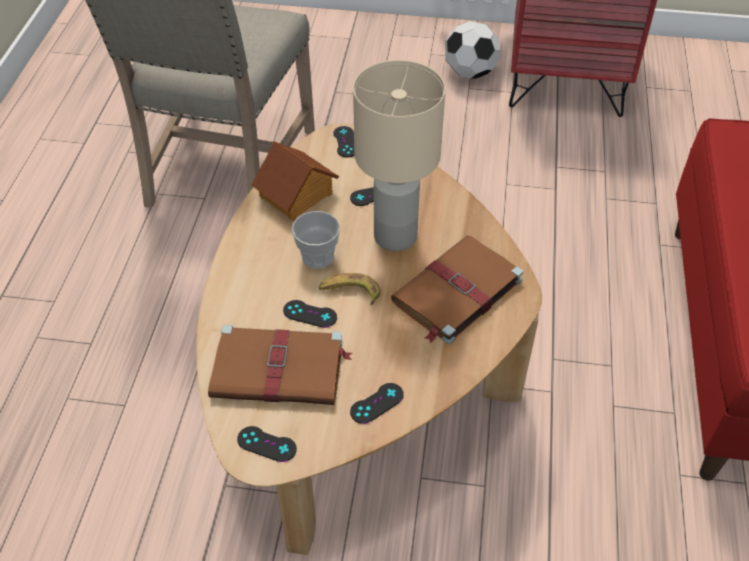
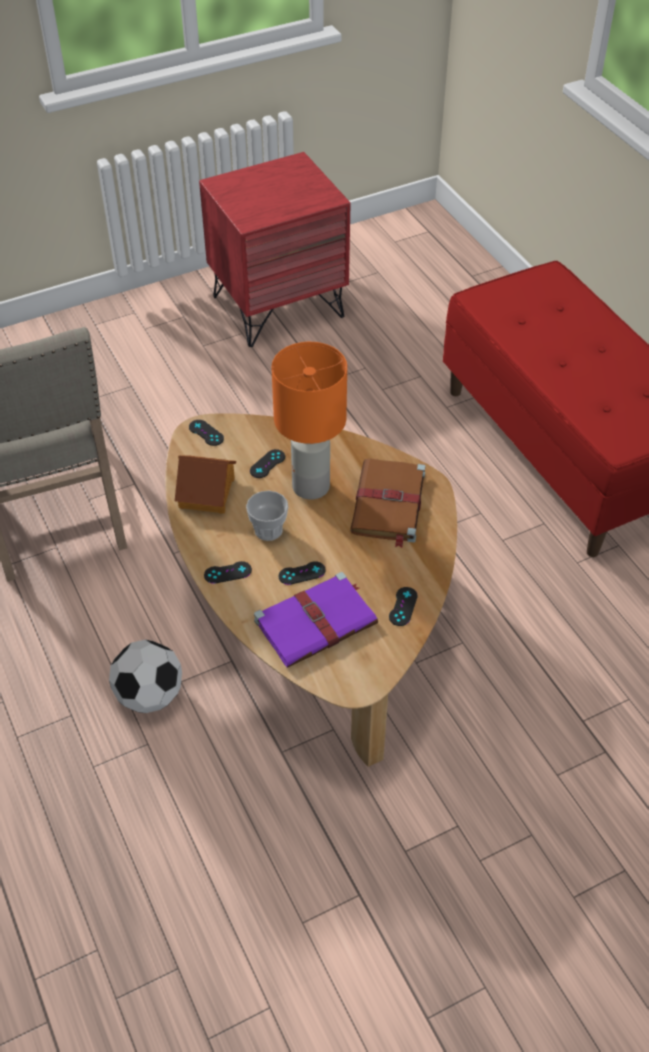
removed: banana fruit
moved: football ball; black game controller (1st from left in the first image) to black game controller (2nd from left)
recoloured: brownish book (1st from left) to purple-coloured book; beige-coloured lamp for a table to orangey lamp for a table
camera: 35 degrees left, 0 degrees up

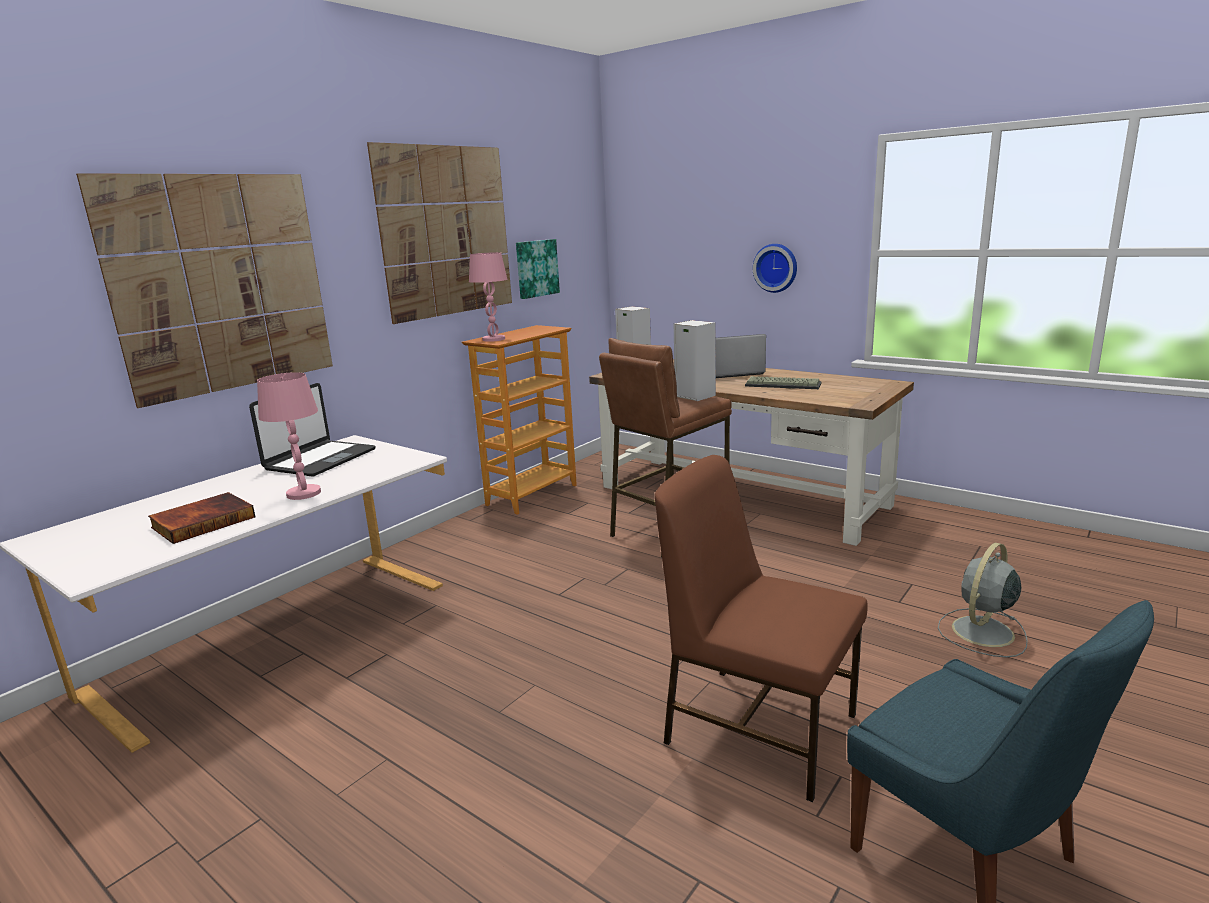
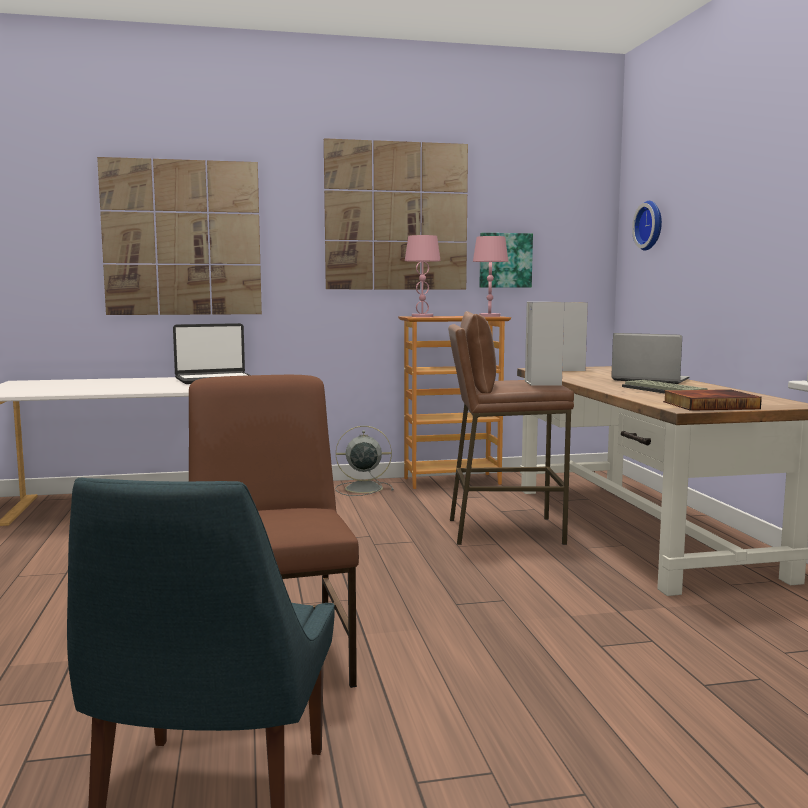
moved: gray electric fan; pink-coloured lamp for a table (1st from left in the first image) to pink-coloured lamp for a table (2nd from left); wall clock; book
camera: 40 degrees right, 10 degrees down

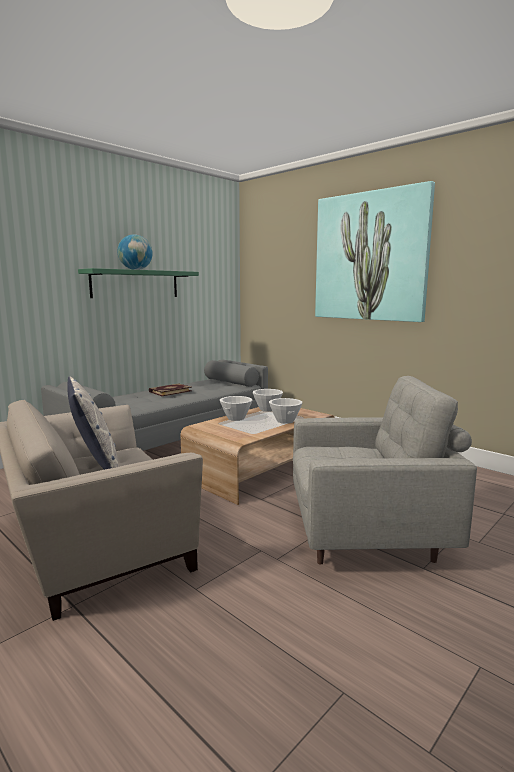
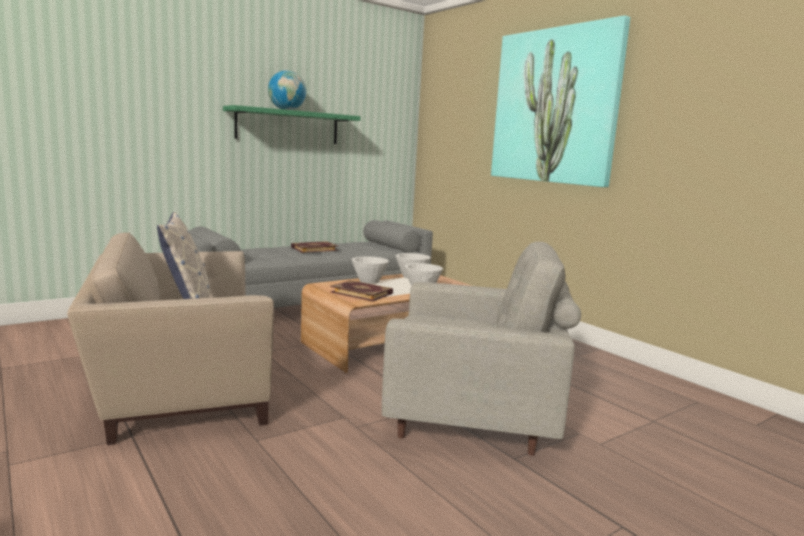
added: book (2nd from left)
camera: 10 degrees right, 0 degrees up

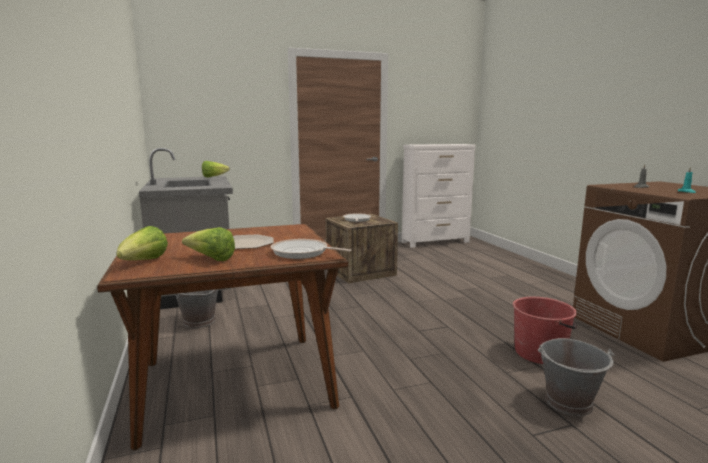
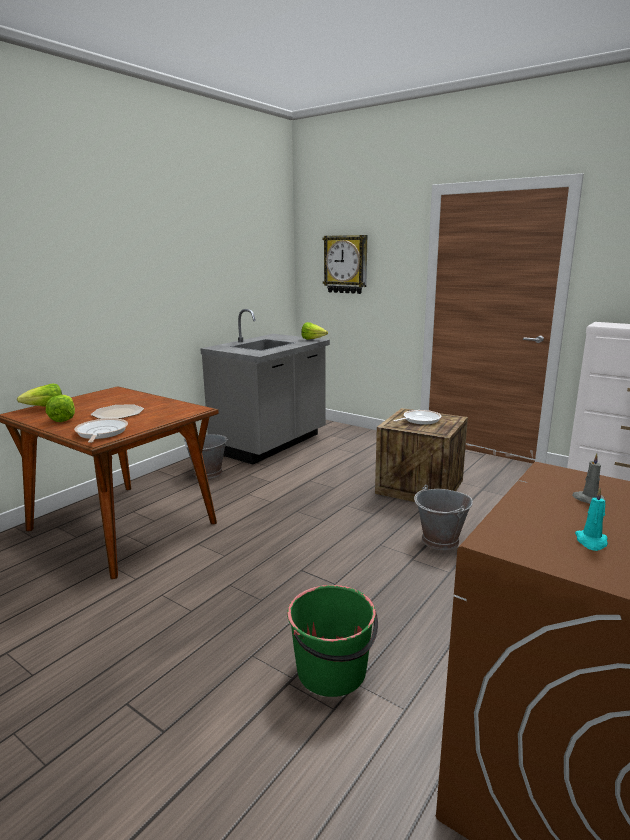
added: wall clock
moved: gray water bucket (2nd from left)
recoloured: red water bucket to green-coloured water bucket
camera: 55 degrees right, 5 degrees up

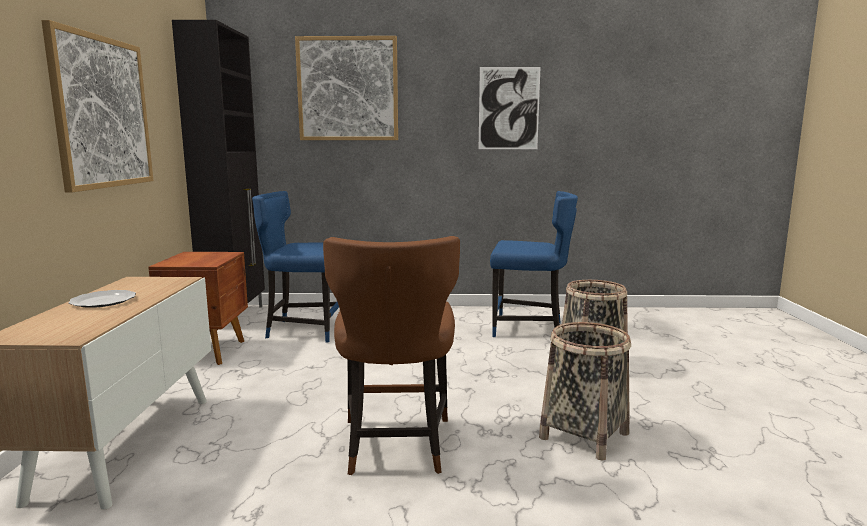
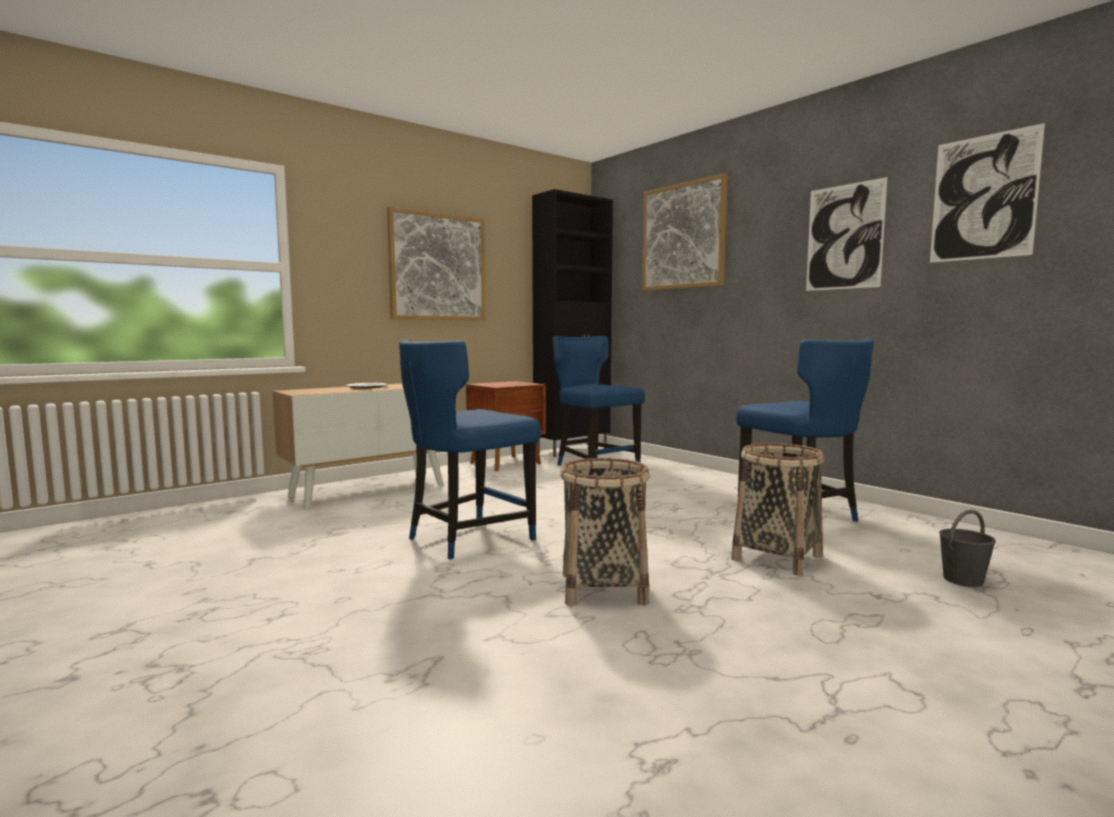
added: wall picture (4th from left); gray water bucket
recoloured: brownish plain chair to bluish plain chair (1st from left)
camera: 50 degrees right, 5 degrees down

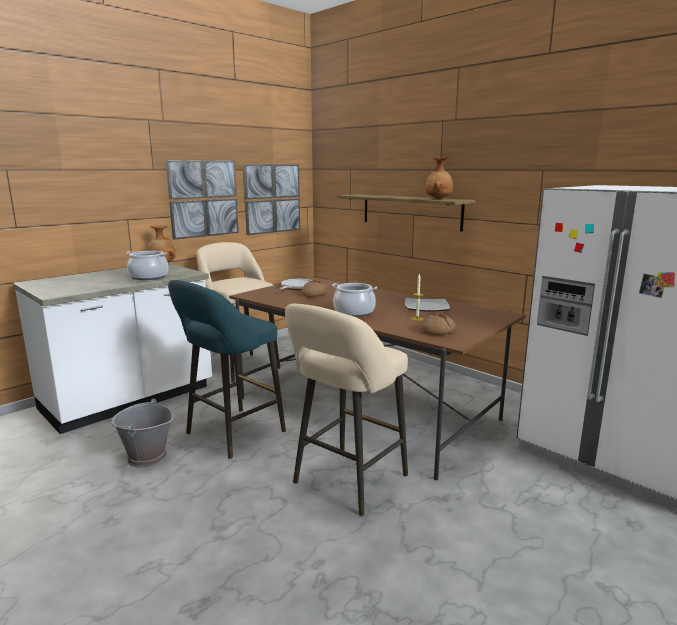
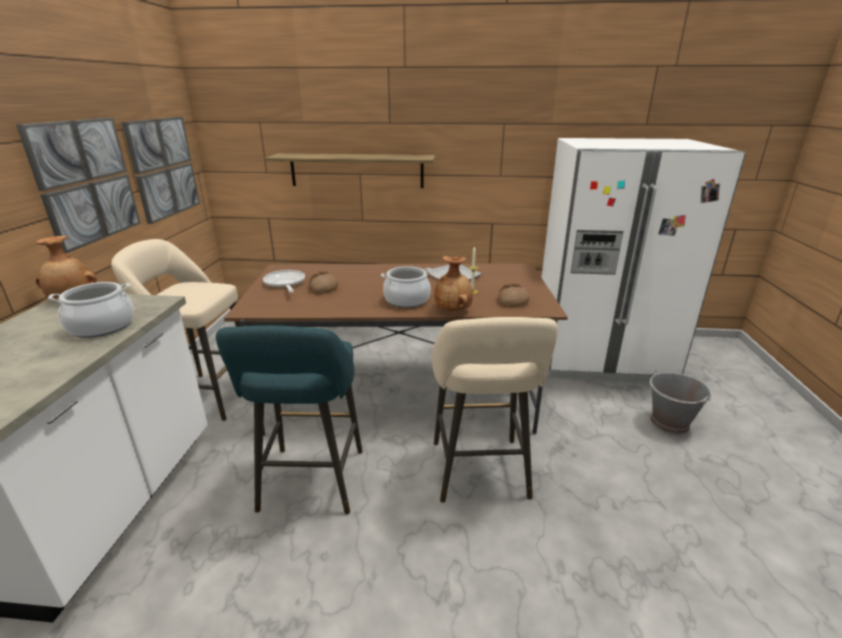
moved: brownish decorative vase (2nd from left); gray water bucket
camera: 40 degrees left, 10 degrees up

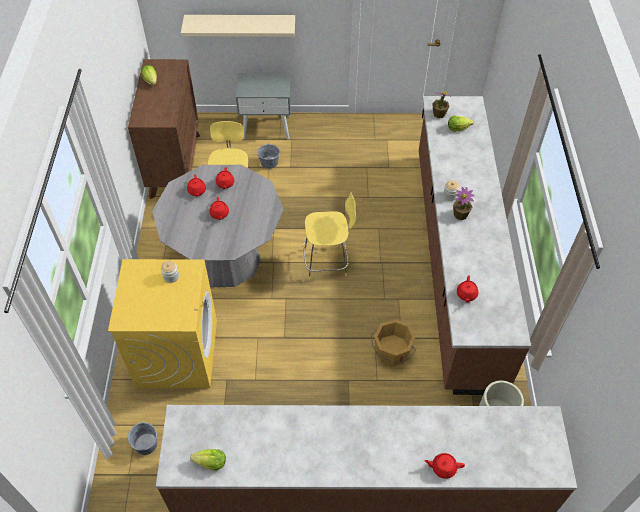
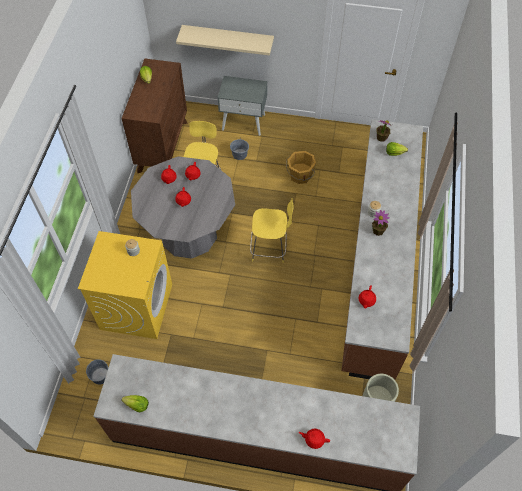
moved: orangey water bucket
camera: 10 degrees right, 5 degrees up

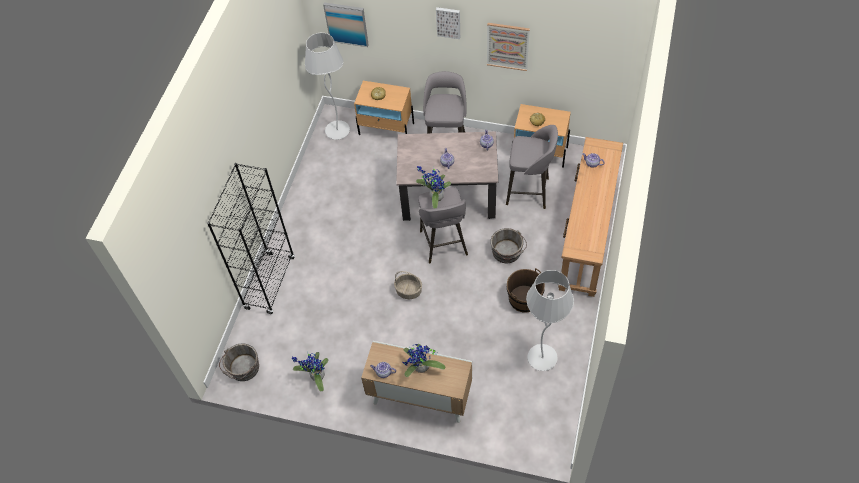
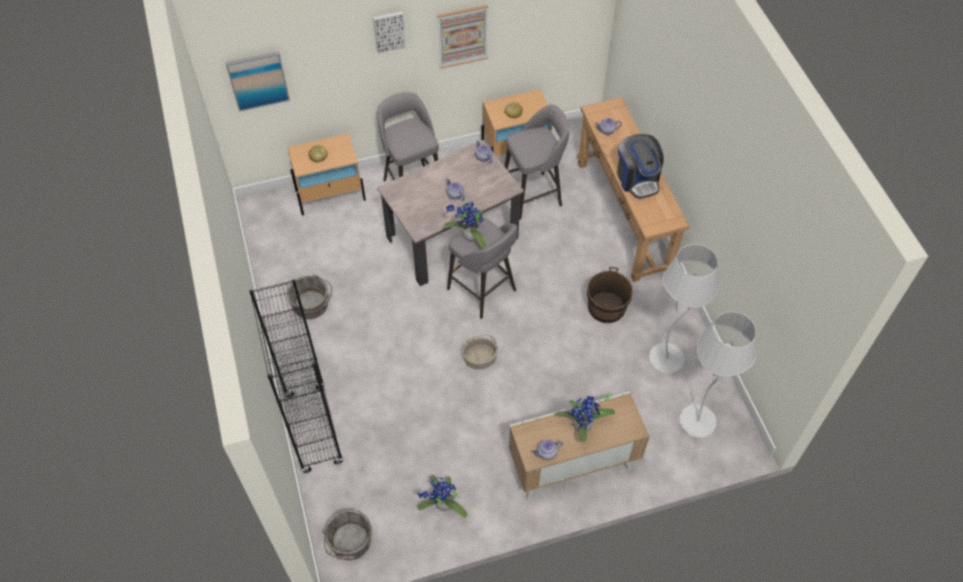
added: coffee brewer
moved: gray water bucket (2nd from left in the first image) to gray water bucket (1st from left); white-coloured standard lamp (1st from left in the first image) to white-coloured standard lamp (2nd from left)
camera: 35 degrees left, 0 degrees up

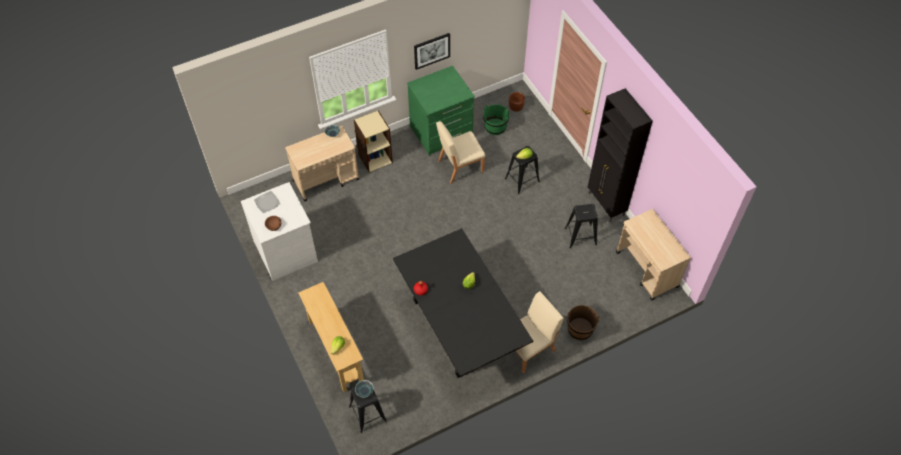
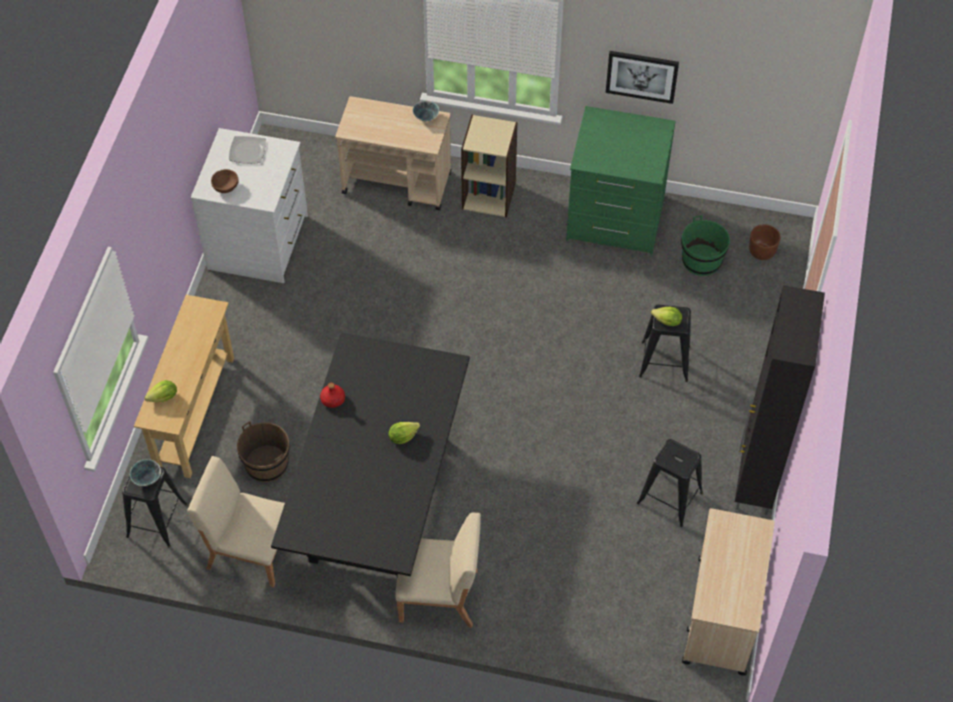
moved: beige-coloured plain chair (1st from left); brownish water bucket
camera: 40 degrees right, 0 degrees up

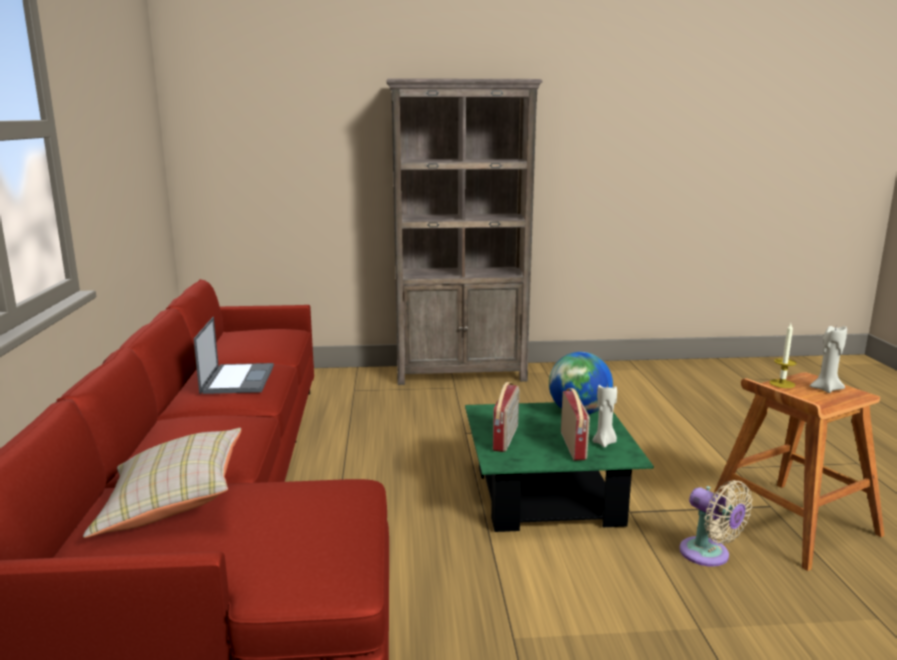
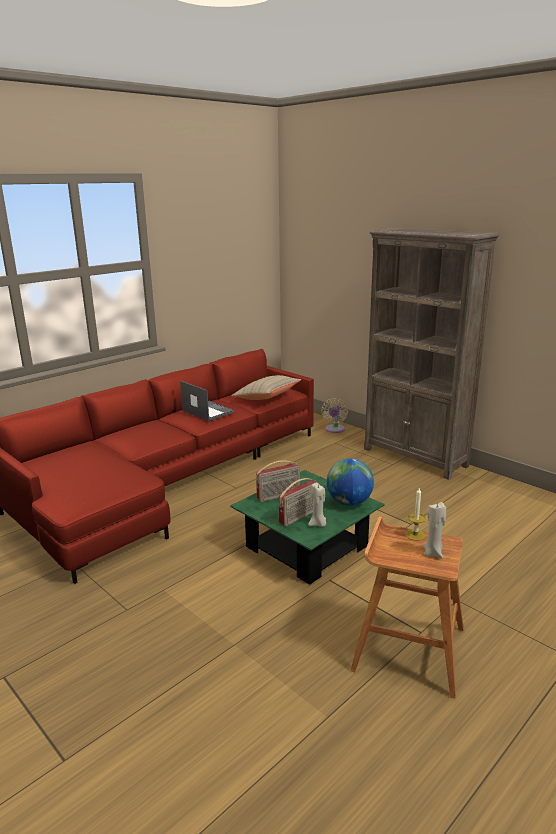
moved: beige-coloured cushion; beige-coloured electric fan
turned: laptop 90 degrees counterclockwise
camera: 50 degrees right, 5 degrees up

